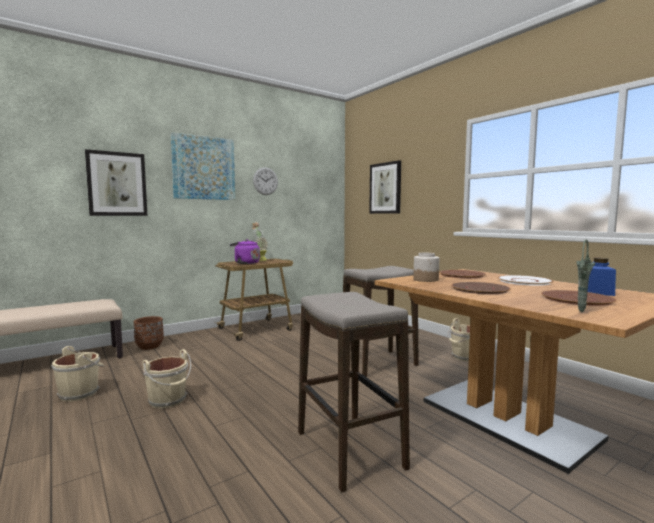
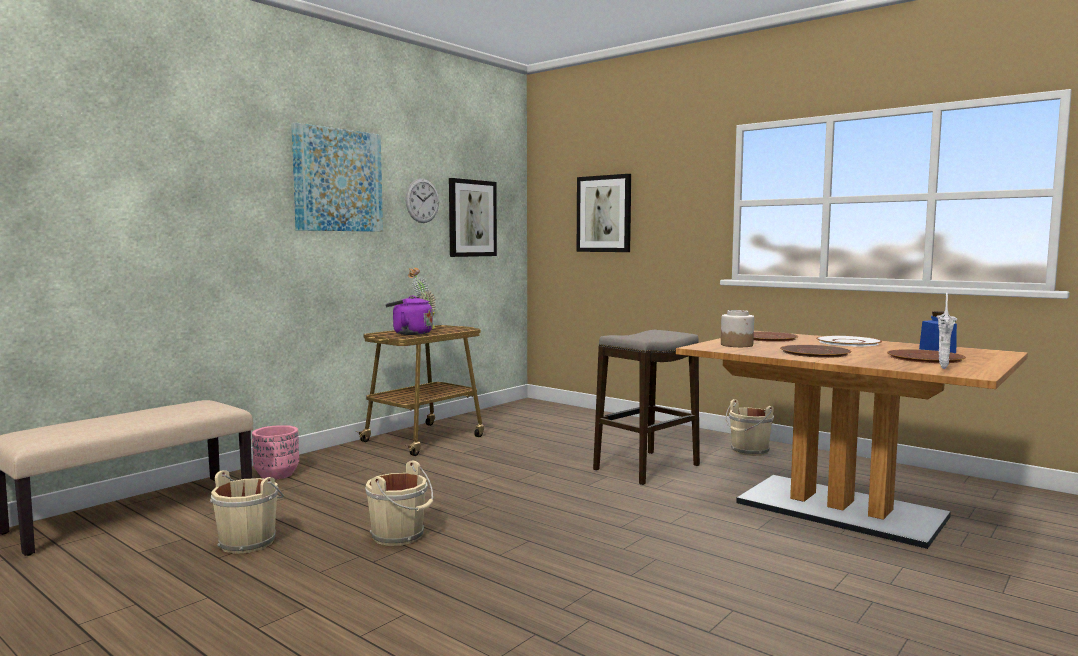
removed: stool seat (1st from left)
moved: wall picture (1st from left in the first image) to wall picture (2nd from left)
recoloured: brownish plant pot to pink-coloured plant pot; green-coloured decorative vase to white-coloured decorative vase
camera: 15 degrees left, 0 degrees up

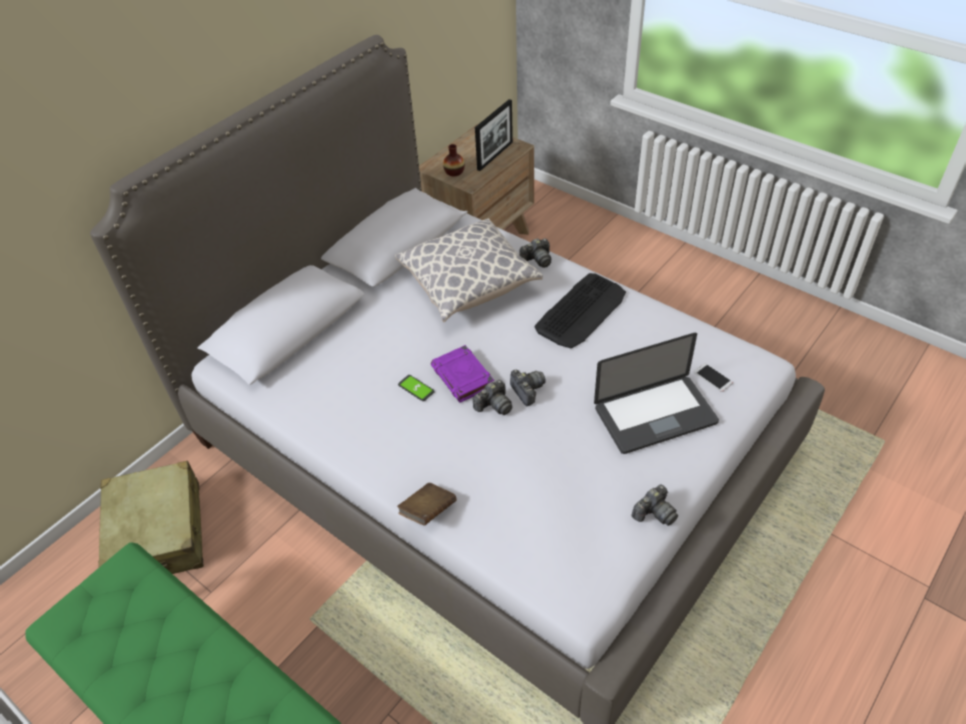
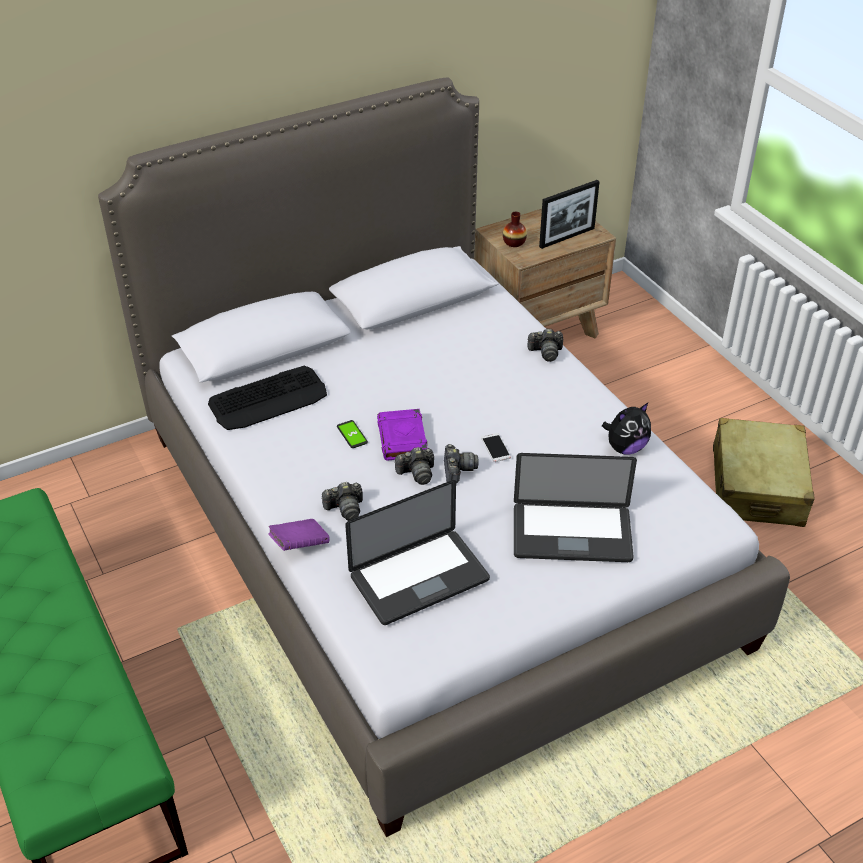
removed: cushion
added: laptop (1st from left); cuddly toy
moved: PC keyboard; still camera (4th from left in the first image) to still camera (1st from left); telephone (2nd from left); beige-coloured piece of luggage
recoloured: brownish book to purple-coloured book (1st from left)
camera: 20 degrees right, 5 degrees down

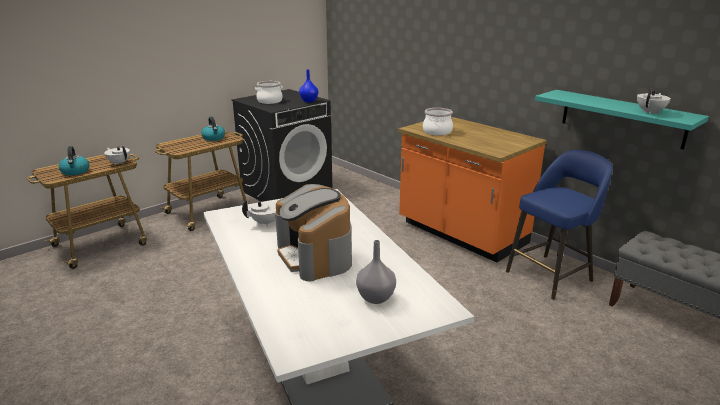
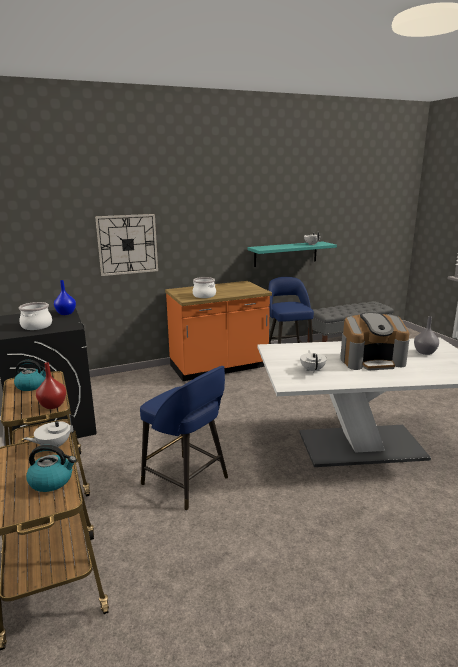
added: red decorative vase; wall clock; bluish stool seat (1st from left)
camera: 70 degrees left, 5 degrees down

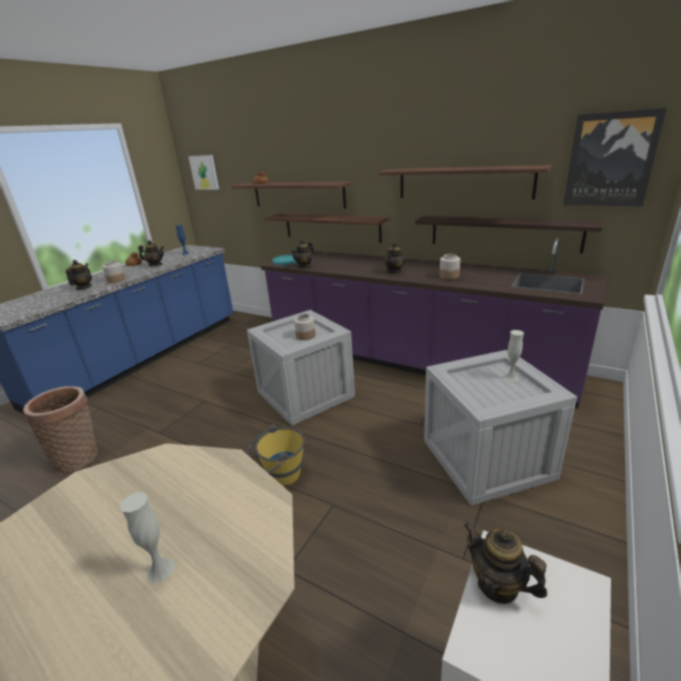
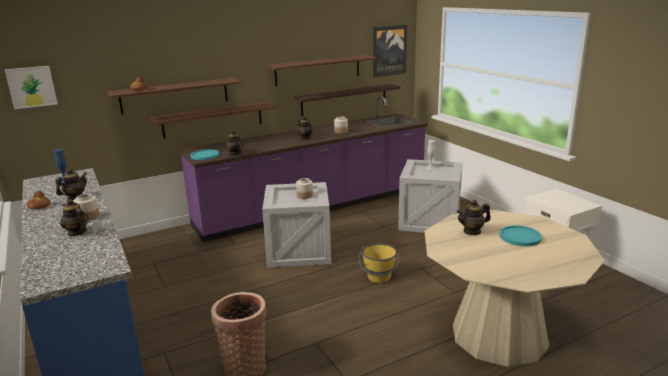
moved: tea pot (5th from left)
replaced: white-coloured decorative vase (1st from left) to turquoise flat dish (2nd from left)
camera: 60 degrees left, 5 degrees down

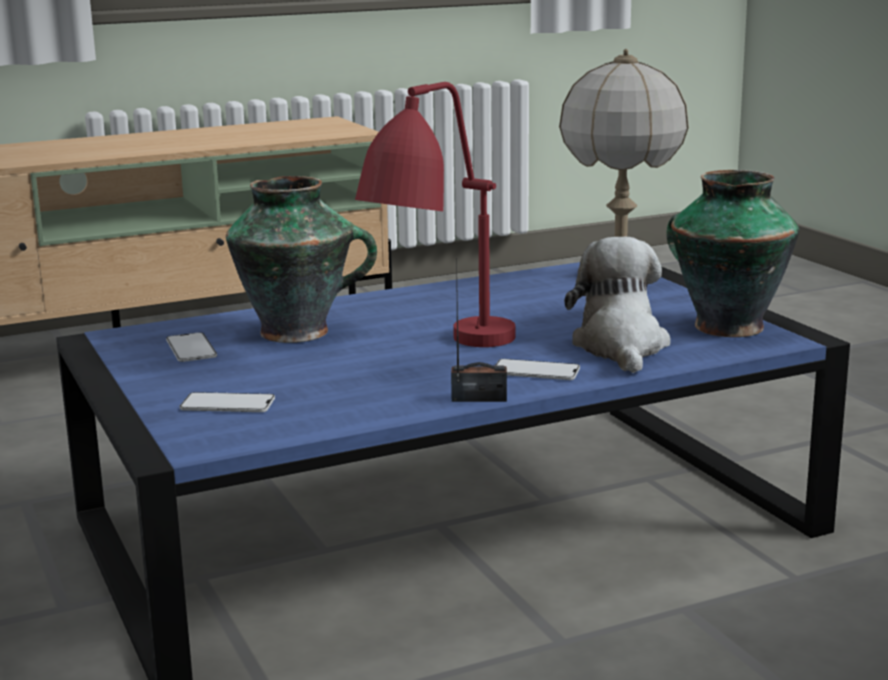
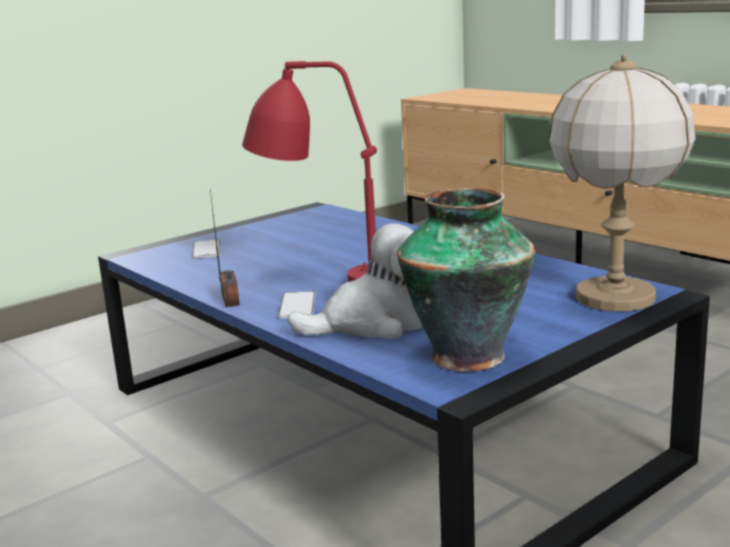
removed: telephone (1st from left); decorative vase (1st from left)
camera: 75 degrees right, 0 degrees up

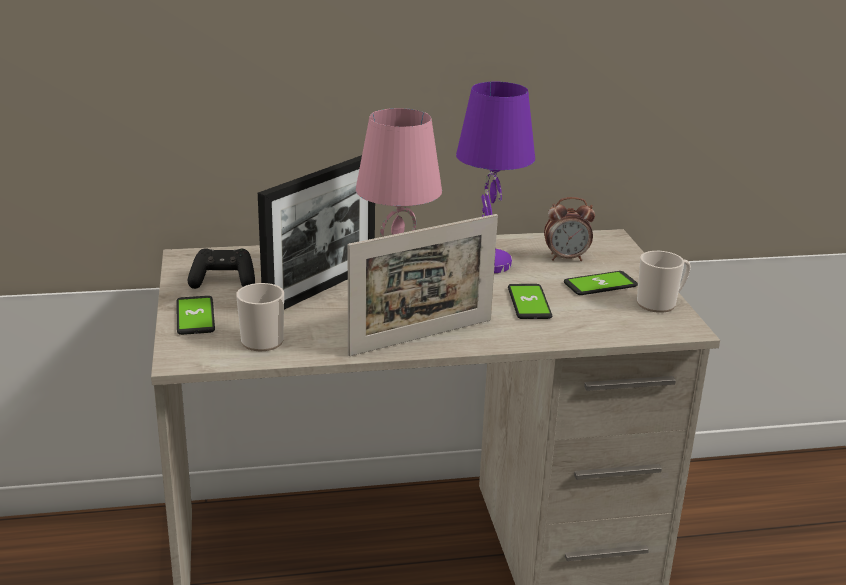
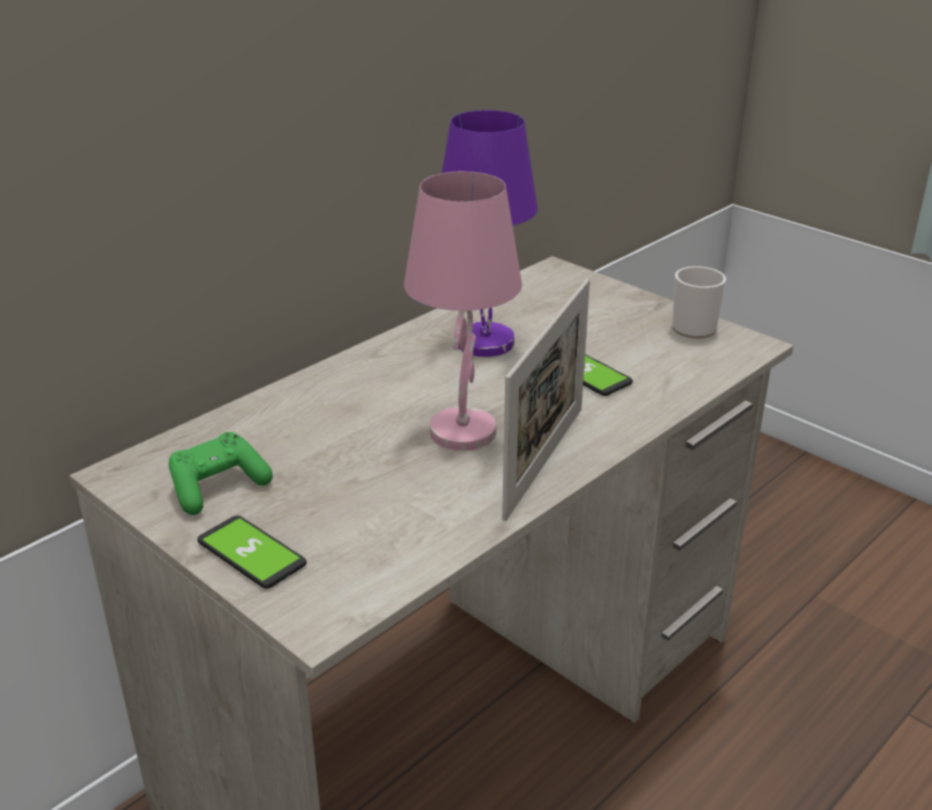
removed: mug (1st from left); photo frame (1st from left); table clock; telephone (3rd from left)
recoloured: black game controller to green-coloured game controller
camera: 35 degrees left, 5 degrees up

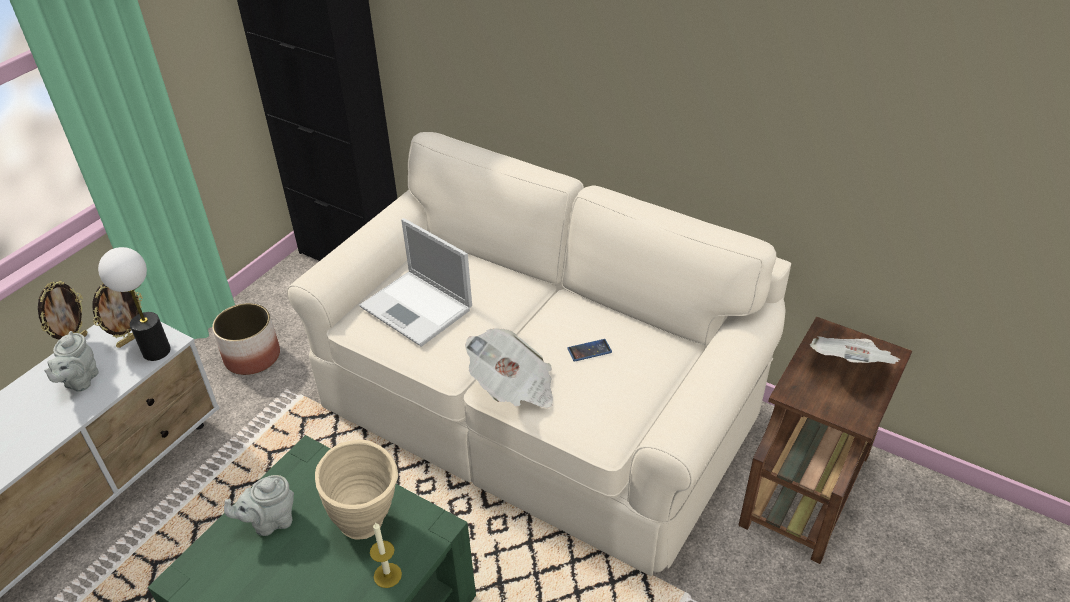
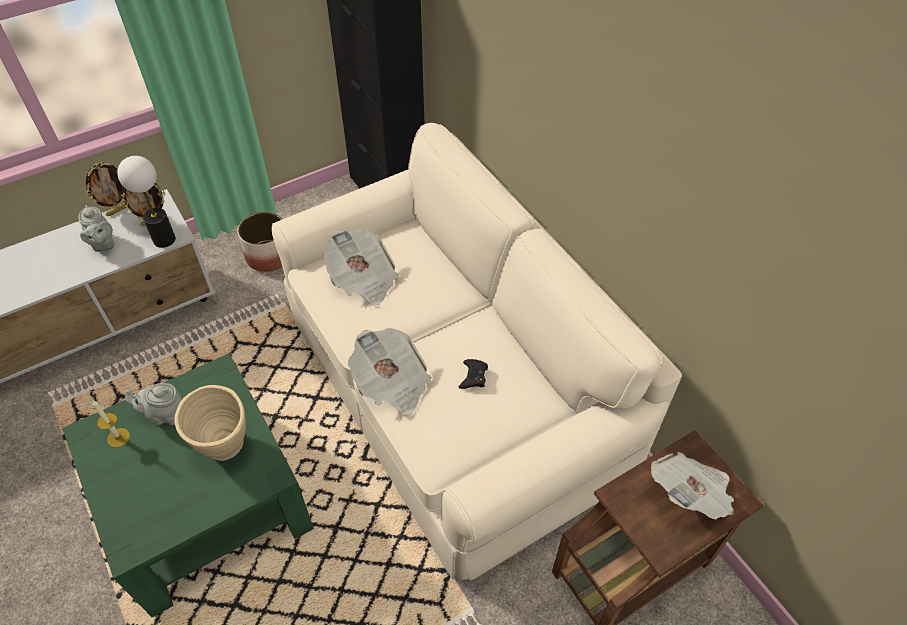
moved: candle
replaced: laptop to daily paper (1st from left); telephone to black game controller
turned: gray tea pot (1st from left) 60 degrees counterclockwise
camera: 25 degrees right, 10 degrees up

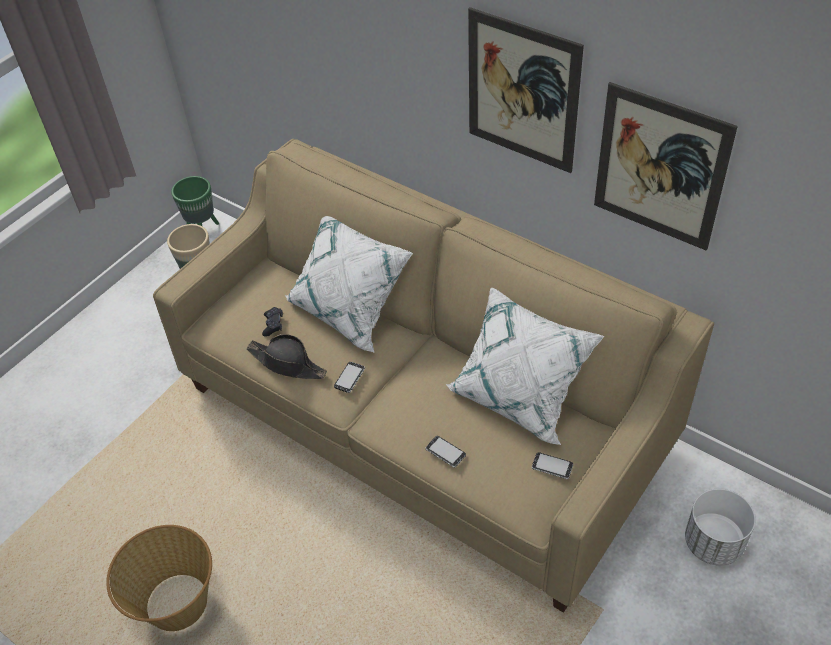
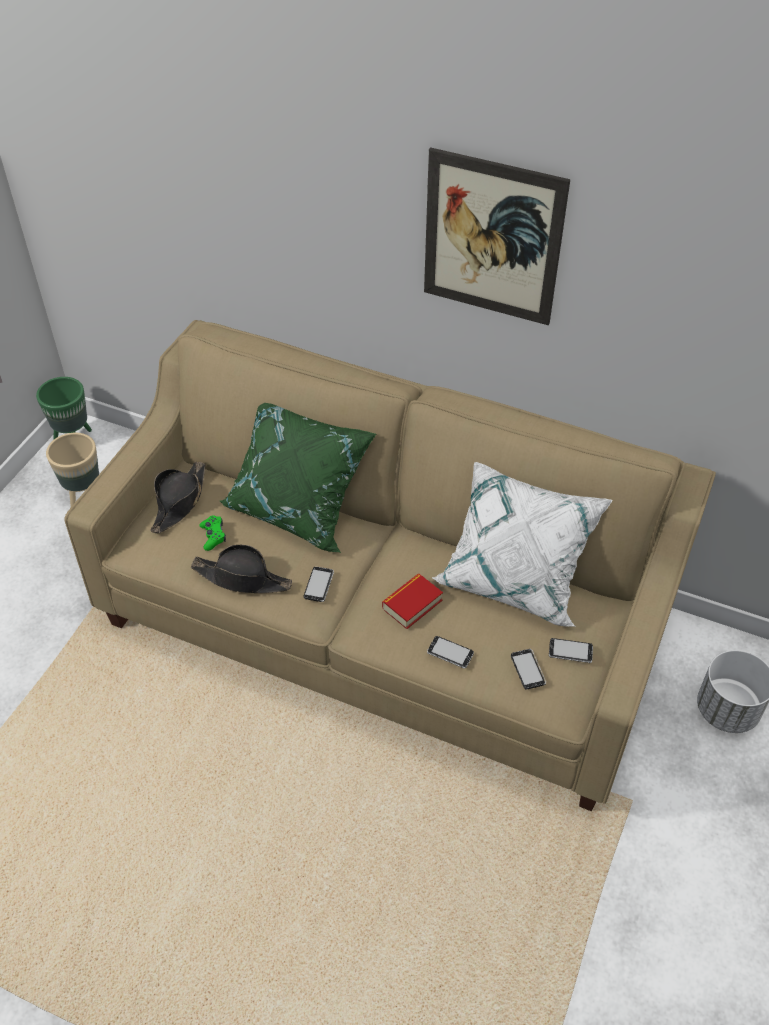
removed: household basket; wall picture (2nd from left)
added: black hat (1st from left); book; telephone (3rd from left)
recoloured: black game controller to green-coloured game controller; white-coloured cushion (1st from left) to green-coloured cushion
camera: 15 degrees left, 0 degrees up

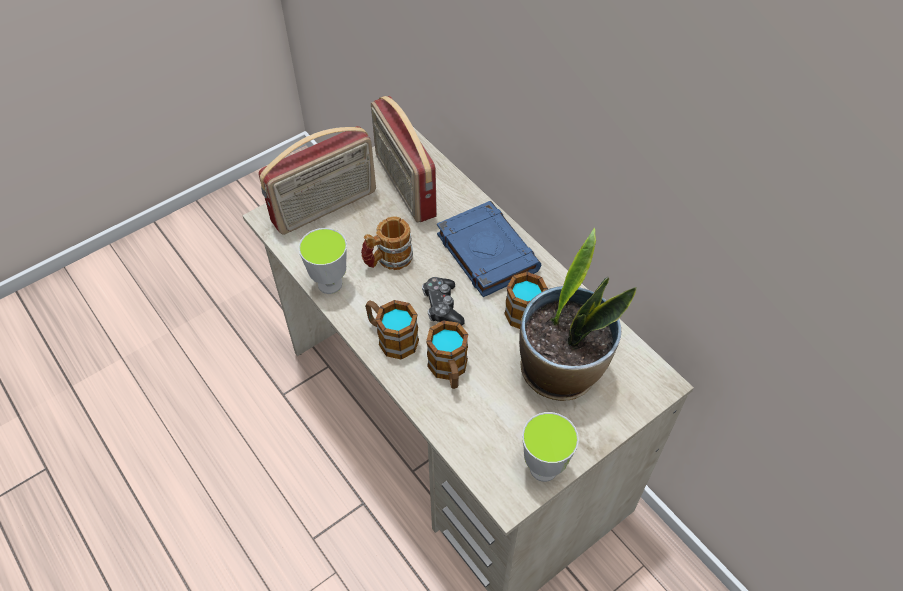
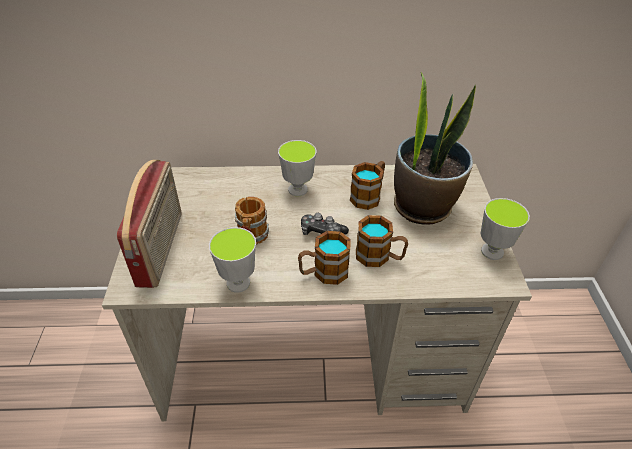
removed: radio (2nd from left)
replaced: bluish book to drinking cup (2nd from left)
camera: 55 degrees left, 10 degrees down

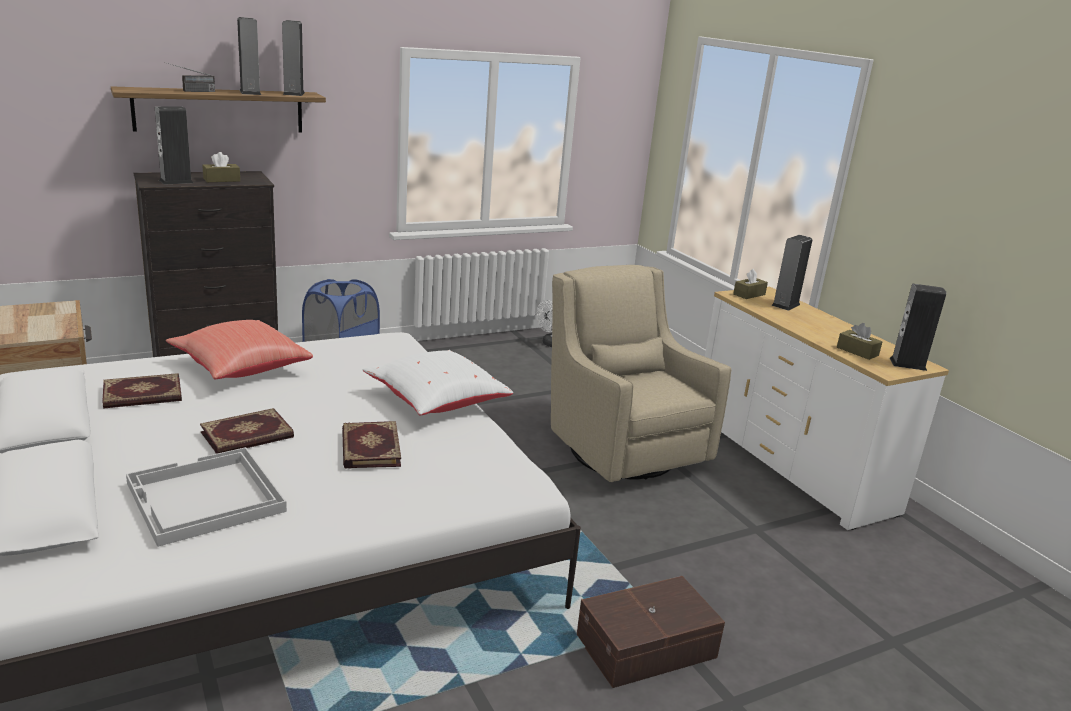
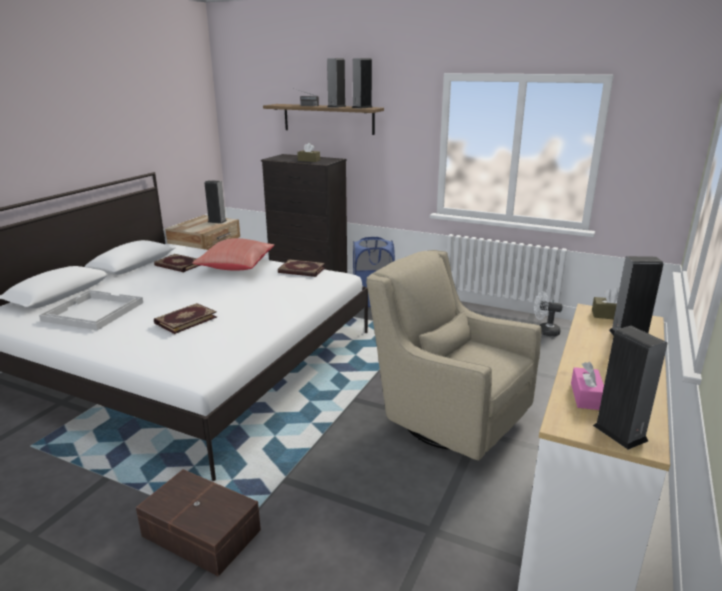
removed: white-coloured cushion
moved: loudspeaker (1st from left); book (2nd from left in the first image) to book (3rd from left)
recoloured: brownish box of tissues (3rd from left) to pink-coloured box of tissues
turned: beige-coloured armchair 75 degrees counterclockwise
camera: 55 degrees right, 0 degrees up

